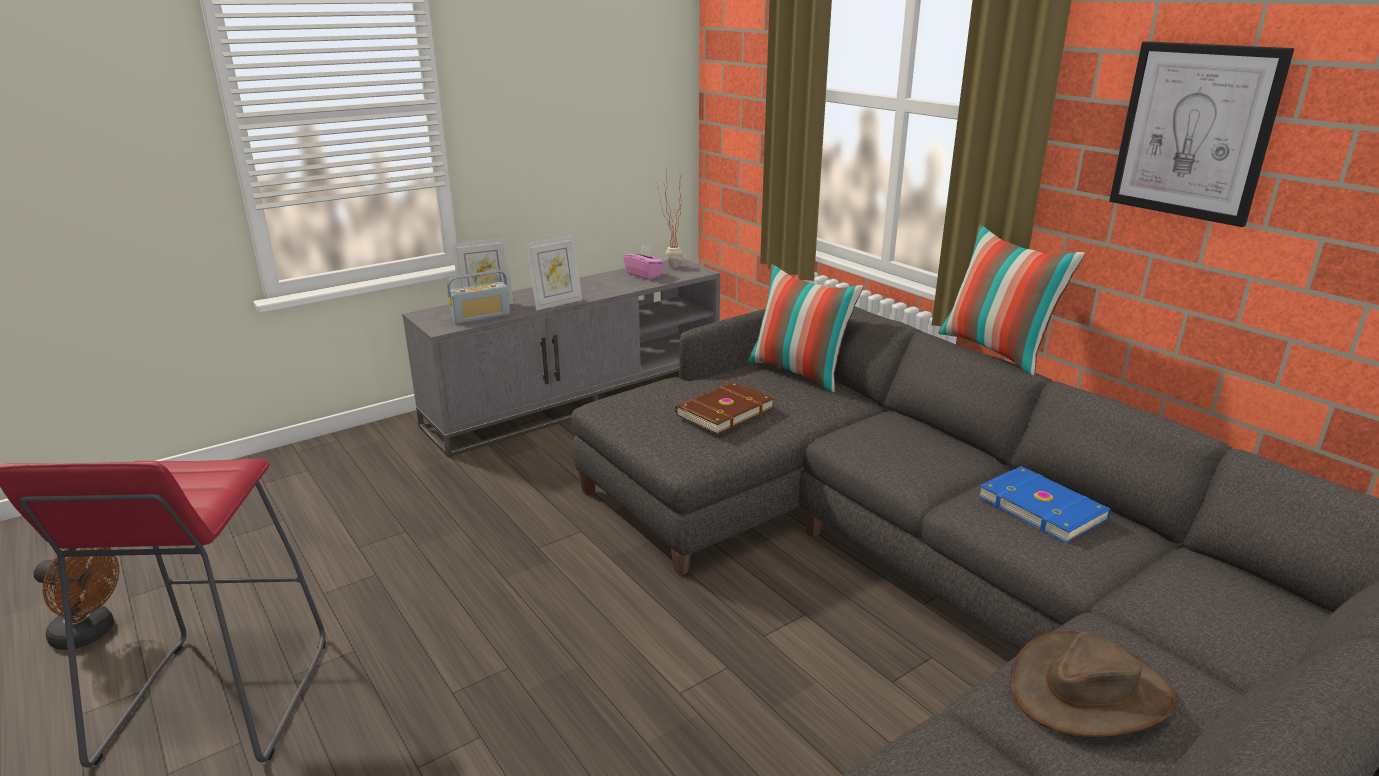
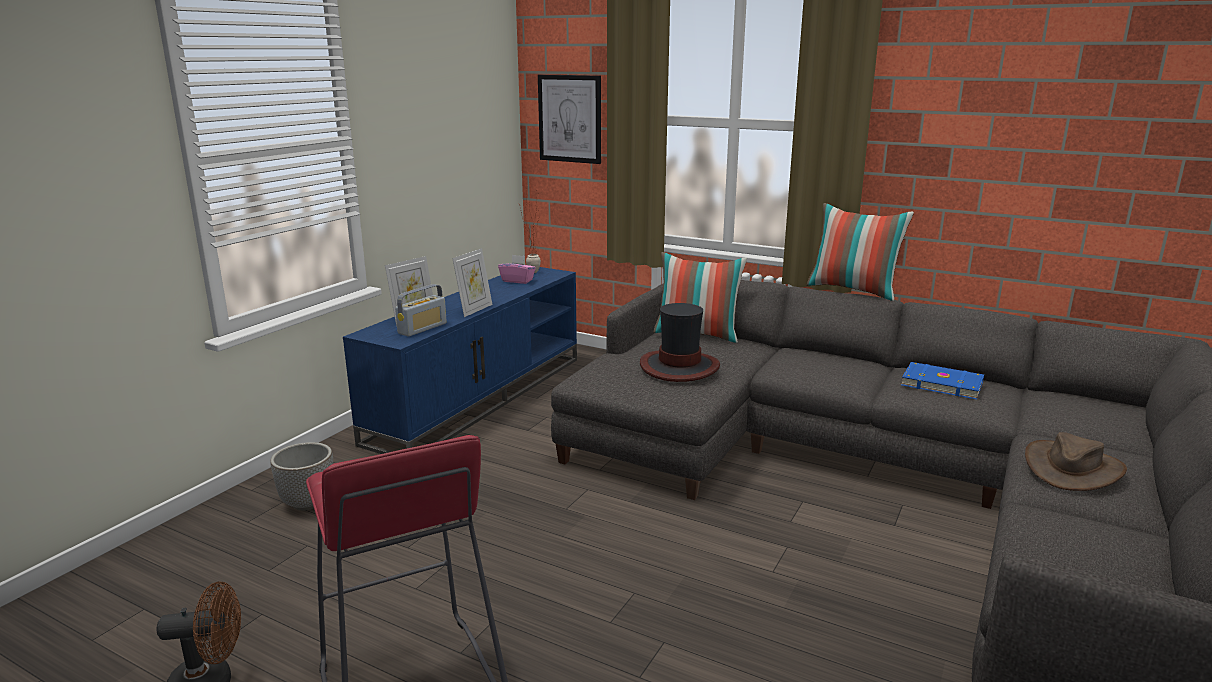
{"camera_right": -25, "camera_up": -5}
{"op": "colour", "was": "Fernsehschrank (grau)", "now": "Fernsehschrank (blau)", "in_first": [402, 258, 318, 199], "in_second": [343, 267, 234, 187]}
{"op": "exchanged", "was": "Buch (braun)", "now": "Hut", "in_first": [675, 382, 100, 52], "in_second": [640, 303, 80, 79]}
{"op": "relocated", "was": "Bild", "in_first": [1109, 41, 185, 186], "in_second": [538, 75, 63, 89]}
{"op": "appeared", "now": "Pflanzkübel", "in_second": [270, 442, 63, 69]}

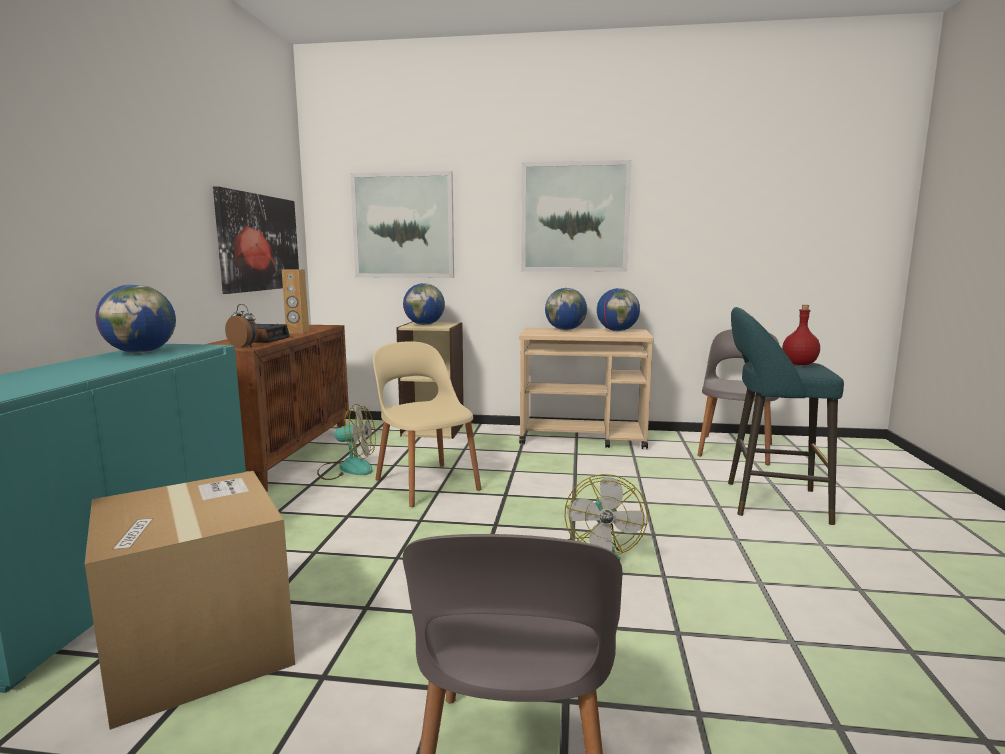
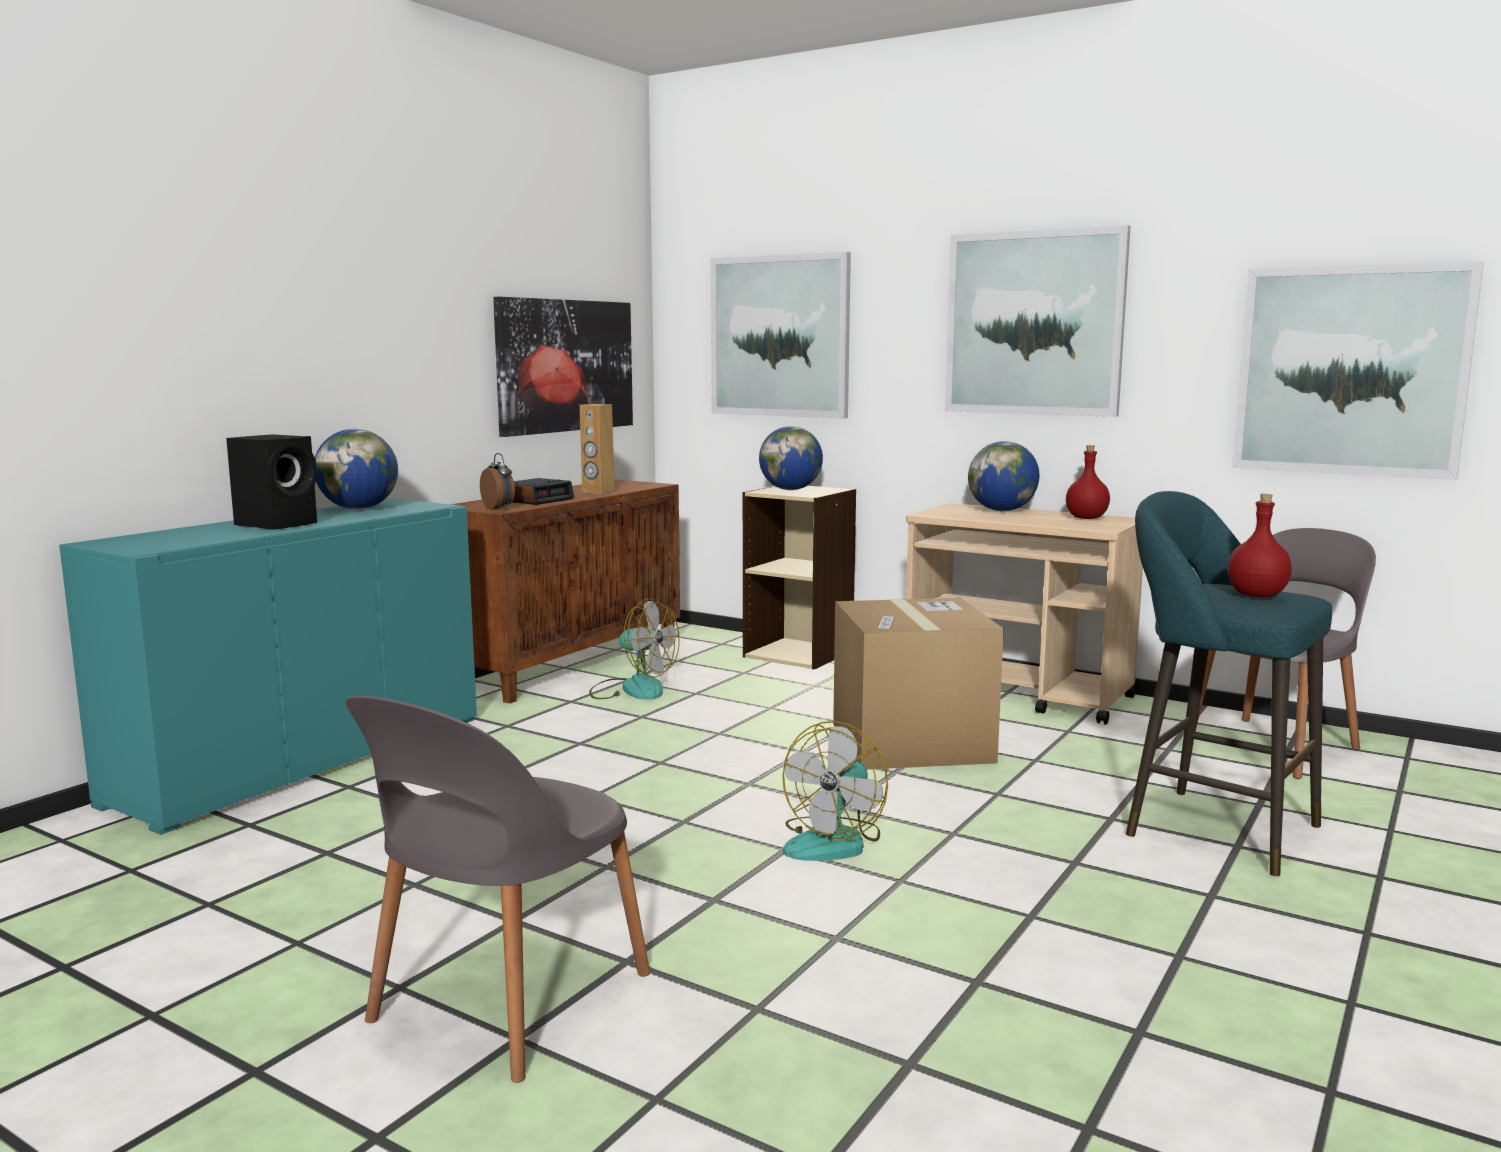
{"camera_right": 25, "camera_up": 0}
{"op": "relocated", "was": "Karton", "in_first": [85, 471, 210, 259], "in_second": [833, 598, 171, 172]}
{"op": "missing", "was": "Stuhl (beige)", "in_first": [373, 341, 108, 166]}
{"op": "exchanged", "was": "Globus", "now": "Flasche (rot)", "in_first": [597, 288, 43, 43], "in_second": [1066, 445, 44, 74]}
{"op": "appeared", "now": "Lautsprecher (schwarz)", "in_second": [226, 434, 91, 96]}
{"op": "appeared", "now": "Bild", "in_second": [1232, 261, 252, 219]}

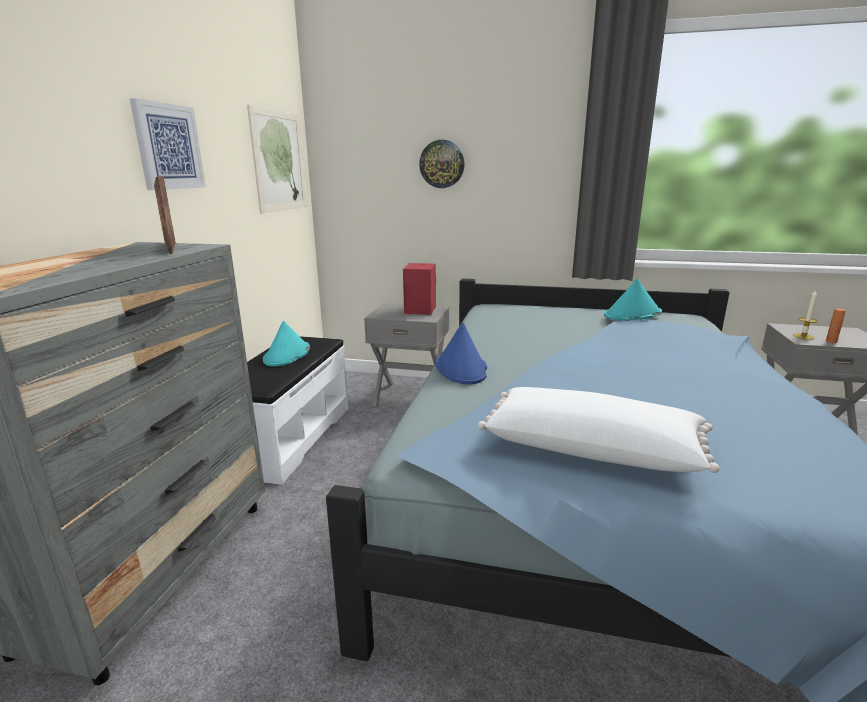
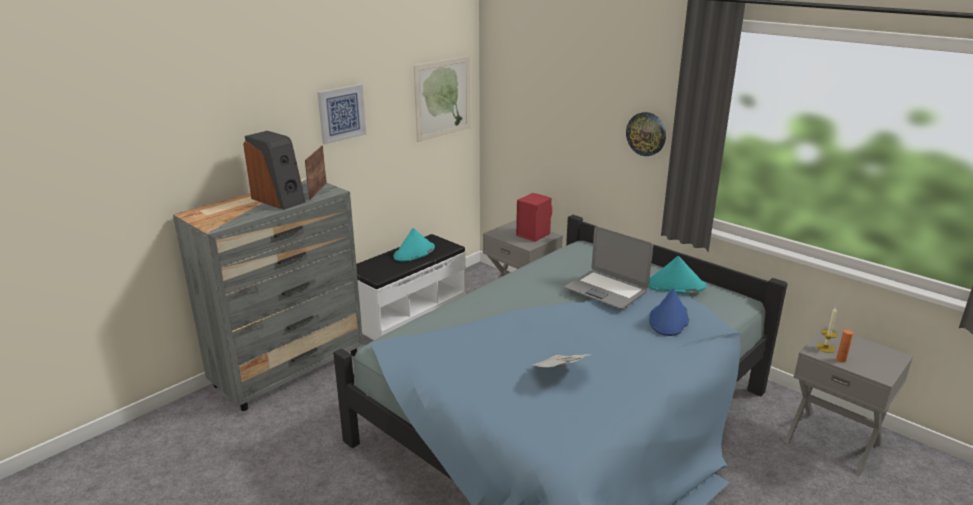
{"camera_right": 30, "camera_up": 5}
{"op": "relocated", "was": "Wanduhr", "in_first": [419, 140, 46, 48], "in_second": [626, 112, 40, 44]}
{"op": "relocated", "was": "Hut (blau)", "in_first": [435, 322, 52, 62], "in_second": [649, 288, 40, 48]}
{"op": "missing", "was": "Kissen (weiß)", "in_first": [478, 387, 241, 86]}
{"op": "appeared", "now": "Lautsprecher", "in_second": [243, 131, 63, 79]}
{"op": "appeared", "now": "Zeitung", "in_second": [531, 354, 60, 13]}
{"op": "appeared", "now": "Laptop", "in_second": [565, 226, 88, 83]}

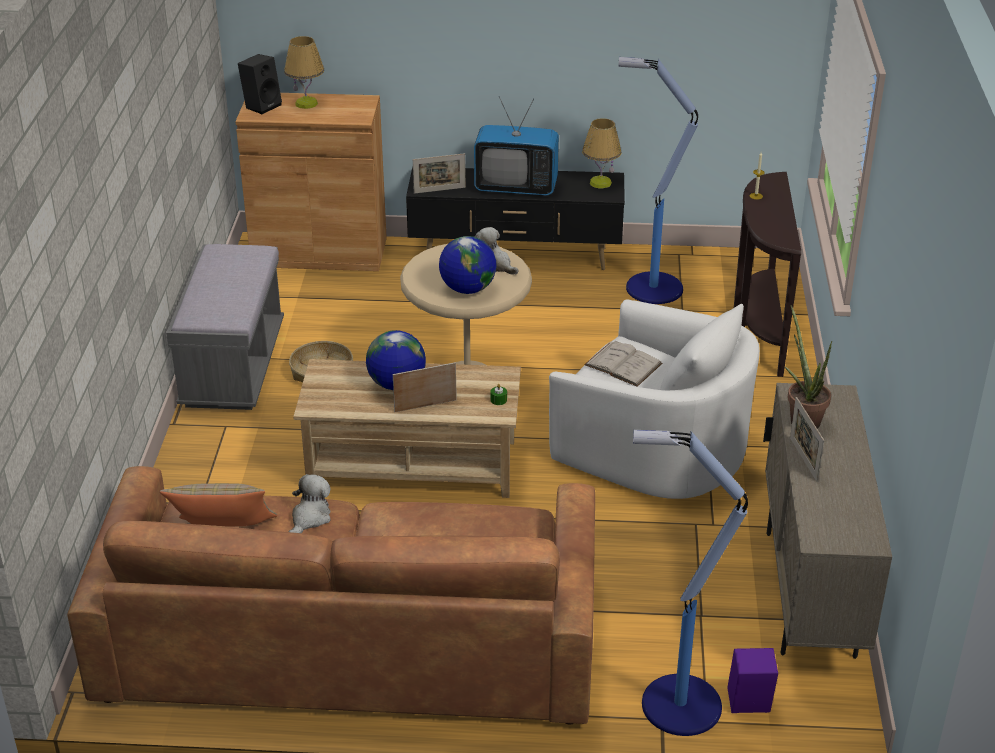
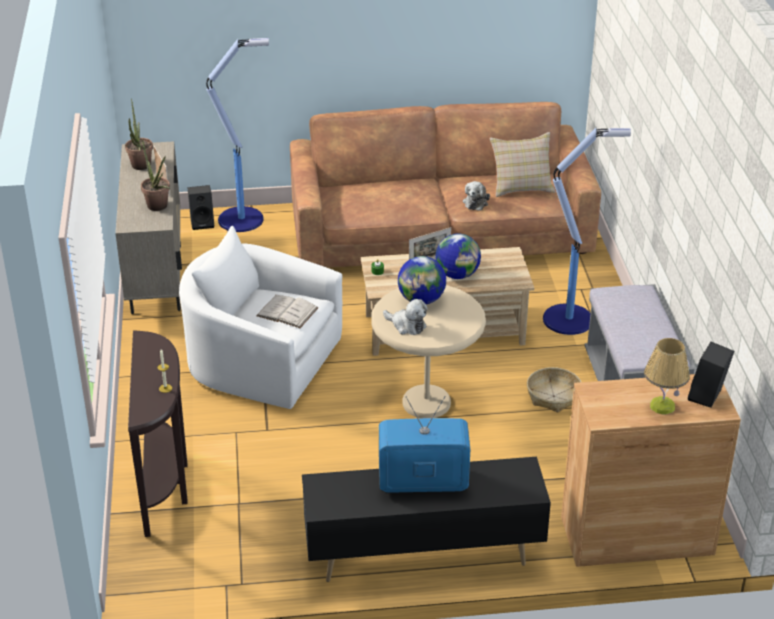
{"camera_right": 170, "camera_up": 0}
{"op": "missing", "was": "Bilderrahmen", "in_first": [413, 153, 53, 41]}
{"op": "missing", "was": "Tischlampe", "in_first": [582, 118, 40, 71]}
{"op": "relocated", "was": "Stehlampe", "in_first": [619, 57, 79, 247], "in_second": [543, 128, 88, 207]}
{"op": "colour", "was": "Lautsprecher (lila)", "now": "Lautsprecher (schwarz)", "in_first": [727, 648, 51, 65], "in_second": [188, 185, 26, 45]}
{"op": "appeared", "now": "Topfpflanze", "in_second": [125, 99, 28, 71]}

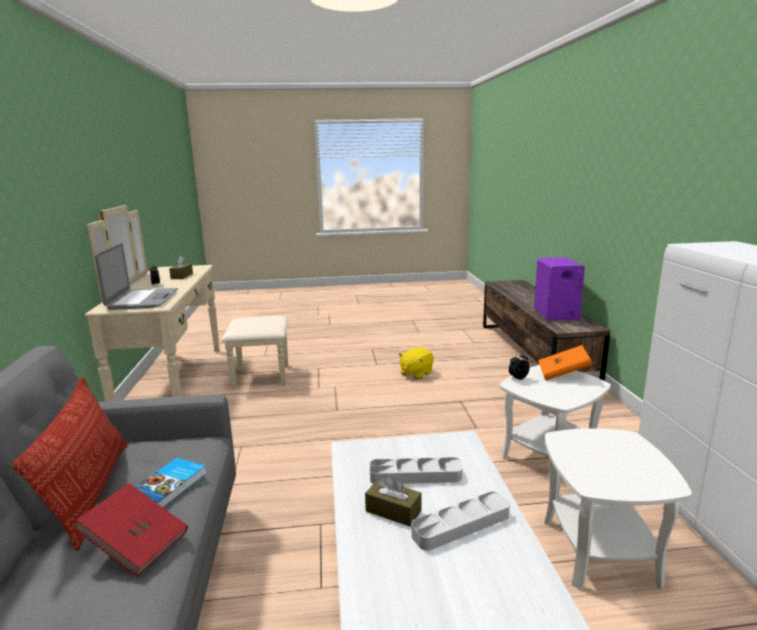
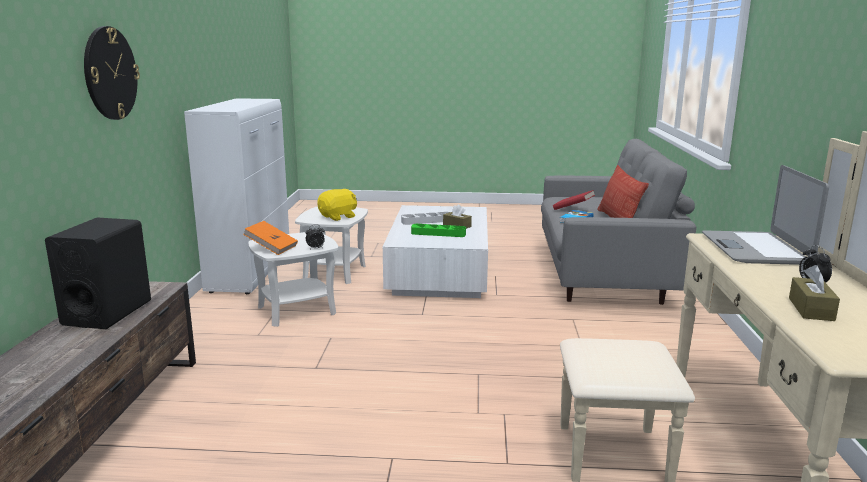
{"camera_right": -170, "camera_up": 0}
{"op": "colour", "was": "Tablett (grau)", "now": "Tablett (grün)", "in_first": [370, 457, 92, 27], "in_second": [411, 224, 55, 13]}
{"op": "relocated", "was": "Plüschtier (gelb)", "in_first": [399, 347, 35, 32], "in_second": [317, 189, 40, 32]}
{"op": "colour", "was": "Lautsprecher (lila)", "now": "Lautsprecher (schwarz)", "in_first": [534, 257, 51, 64], "in_second": [45, 217, 106, 112]}
{"op": "appeared", "now": "Wanduhr", "in_second": [84, 26, 56, 94]}

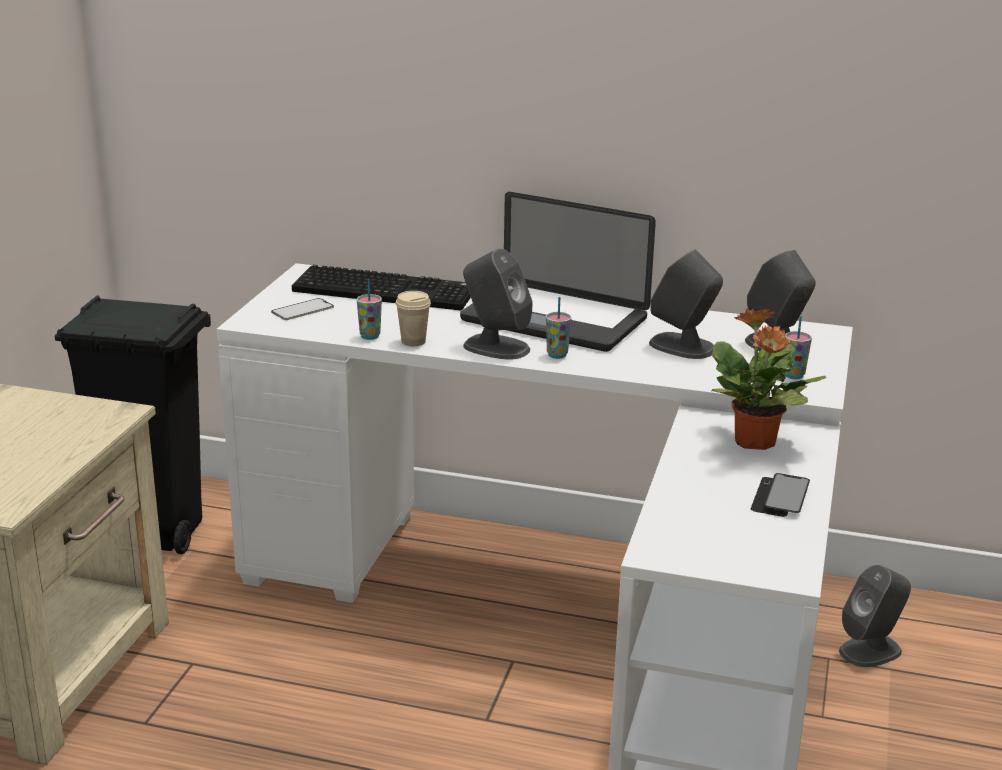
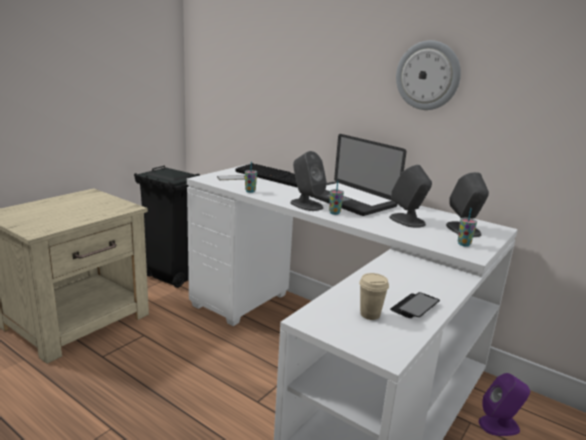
{"camera_right": 20, "camera_up": -5}
{"op": "relocated", "was": "Tasse (beige)", "in_first": [395, 291, 36, 55], "in_second": [359, 273, 30, 47]}
{"op": "missing", "was": "Topfpflanze", "in_first": [711, 308, 116, 142]}
{"op": "colour", "was": "Lautsprecher (grau)", "now": "Lautsprecher (lila)", "in_first": [839, 565, 72, 102], "in_second": [479, 373, 51, 63]}
{"op": "appeared", "now": "Wanduhr", "in_second": [396, 40, 65, 70]}

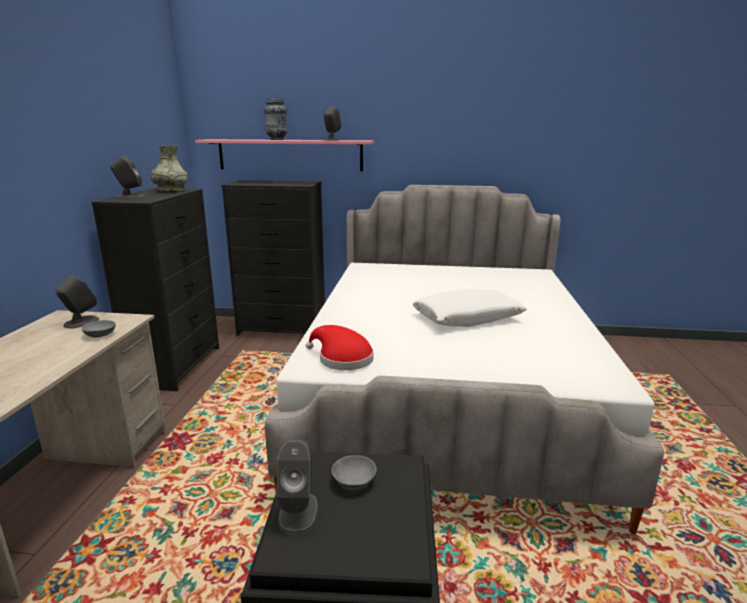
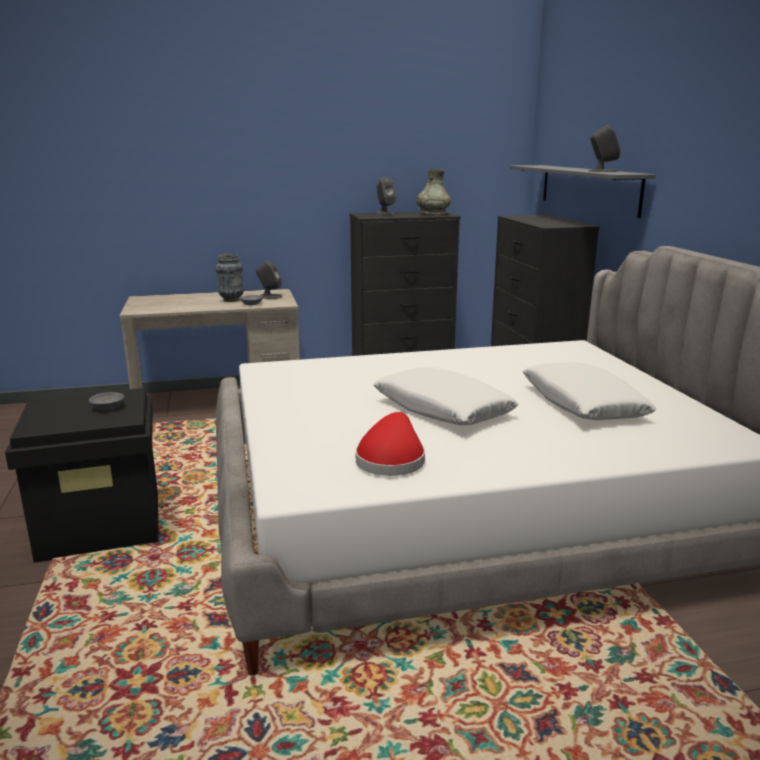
{"camera_right": 70, "camera_up": 0}
{"op": "colour", "was": "Wandregal (rosa)", "now": "Wandregal (grau)", "in_first": [195, 139, 179, 32], "in_second": [510, 165, 146, 53]}
{"op": "relocated", "was": "Vase", "in_first": [264, 99, 23, 41], "in_second": [215, 254, 29, 48]}
{"op": "missing", "was": "Lautsprecher (grau)", "in_first": [276, 440, 43, 95]}
{"op": "relocated", "was": "Hut (rot)", "in_first": [306, 325, 68, 45], "in_second": [356, 412, 69, 64]}
{"op": "appeared", "now": "Kissen (weiß)", "in_second": [523, 362, 133, 58]}

